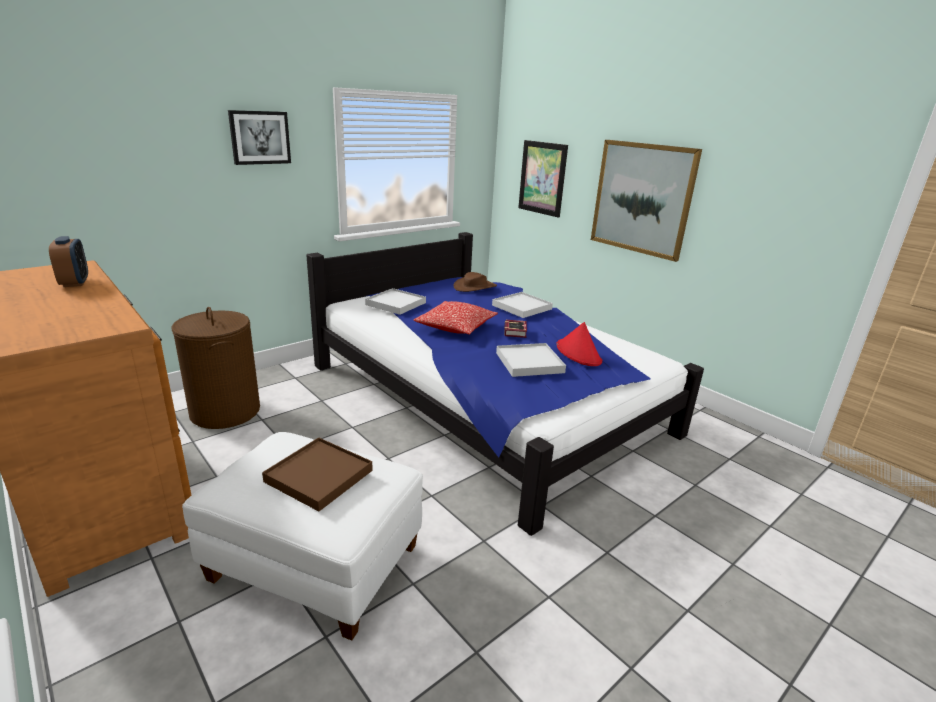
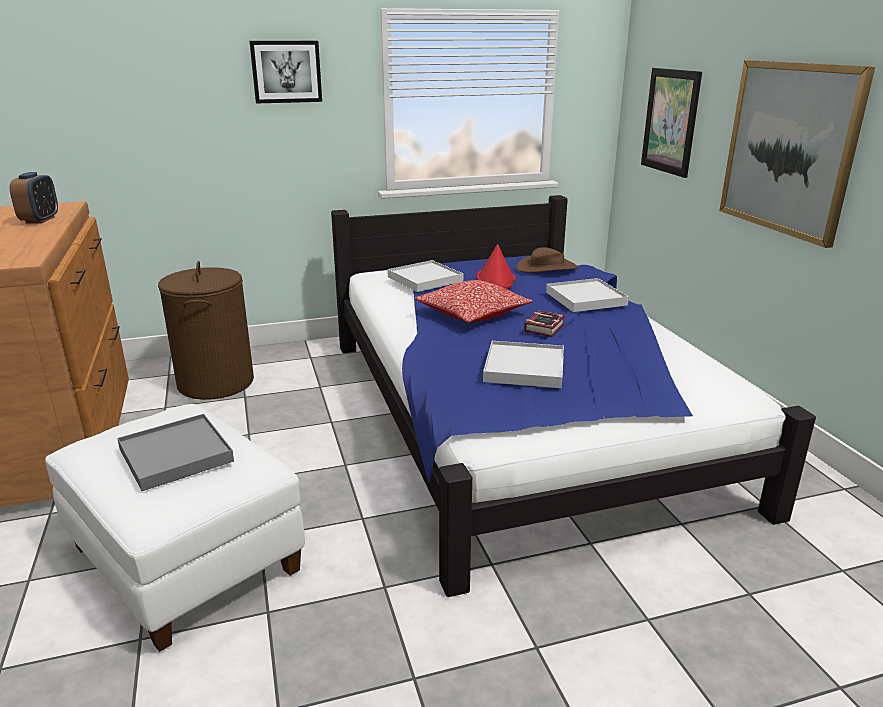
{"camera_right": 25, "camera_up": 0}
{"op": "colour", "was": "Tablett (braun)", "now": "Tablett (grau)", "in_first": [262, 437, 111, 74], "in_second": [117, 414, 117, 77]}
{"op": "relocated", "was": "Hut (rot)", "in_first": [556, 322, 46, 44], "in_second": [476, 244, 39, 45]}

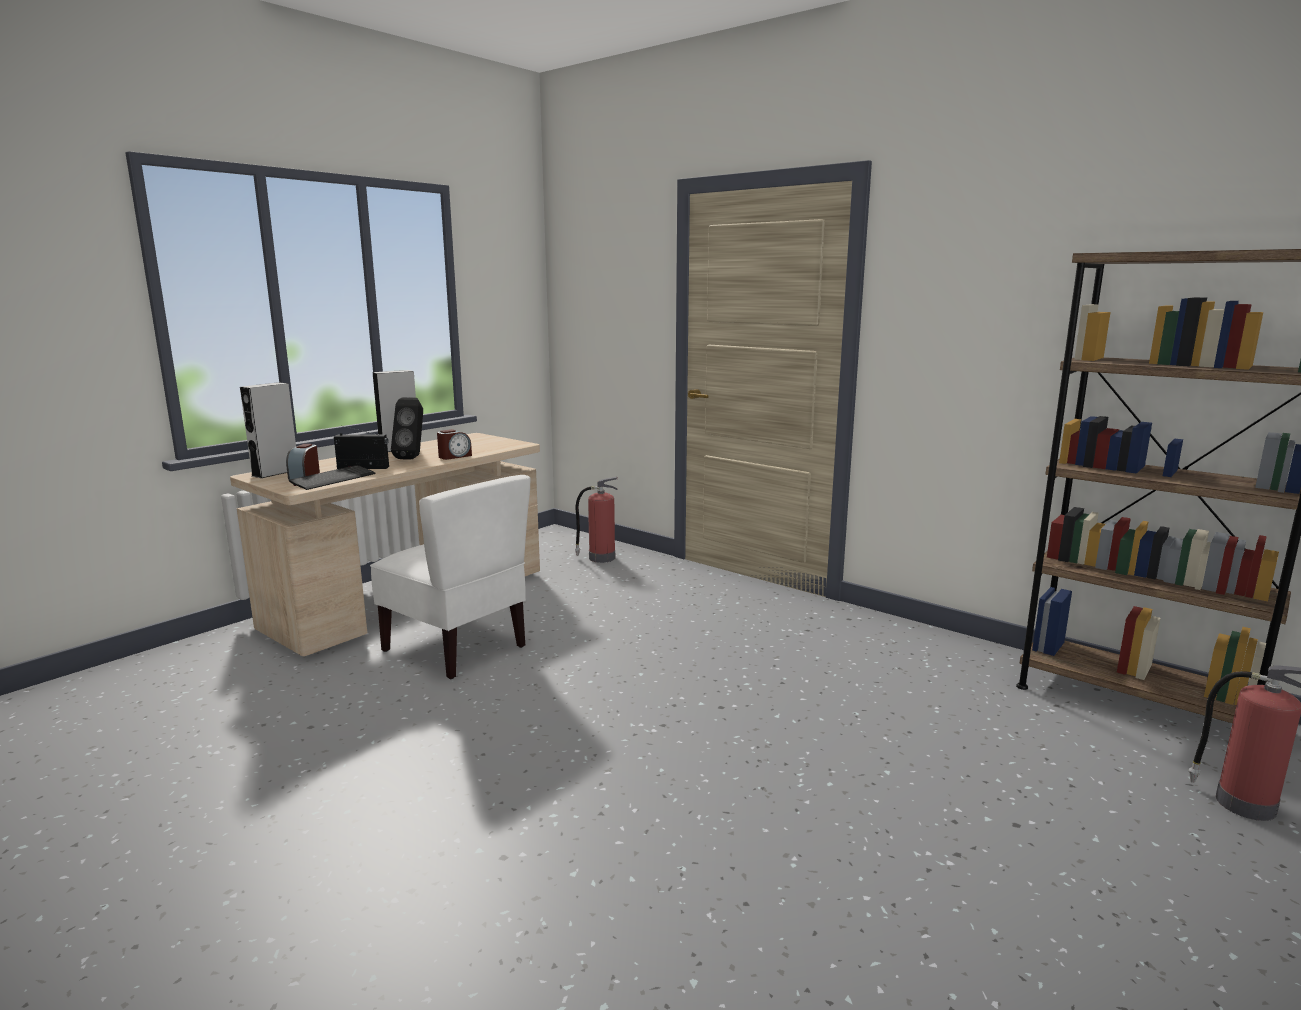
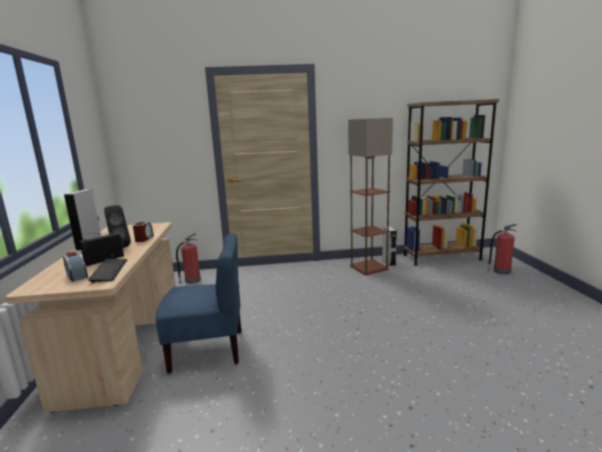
{"camera_right": -45, "camera_up": 0}
{"op": "relocated", "was": "Lautsprecher (grau)", "in_first": [240, 382, 56, 96], "in_second": [382, 226, 15, 40]}
{"op": "colour", "was": "Stuhl (weiß)", "now": "Stuhl (blau)", "in_first": [370, 475, 160, 204], "in_second": [155, 234, 86, 140]}
{"op": "appeared", "now": "Stehlampe", "in_second": [348, 118, 45, 157]}

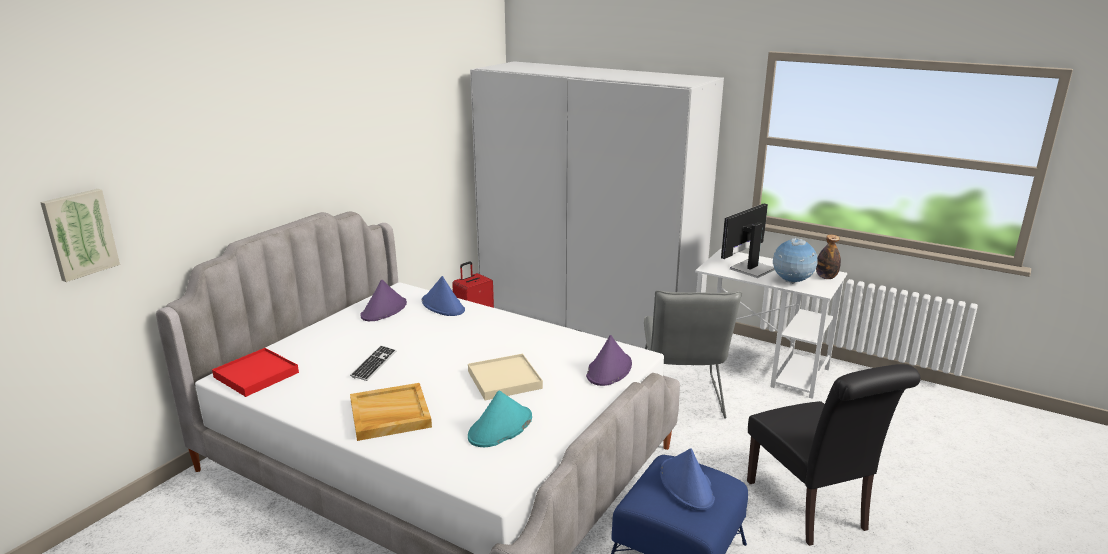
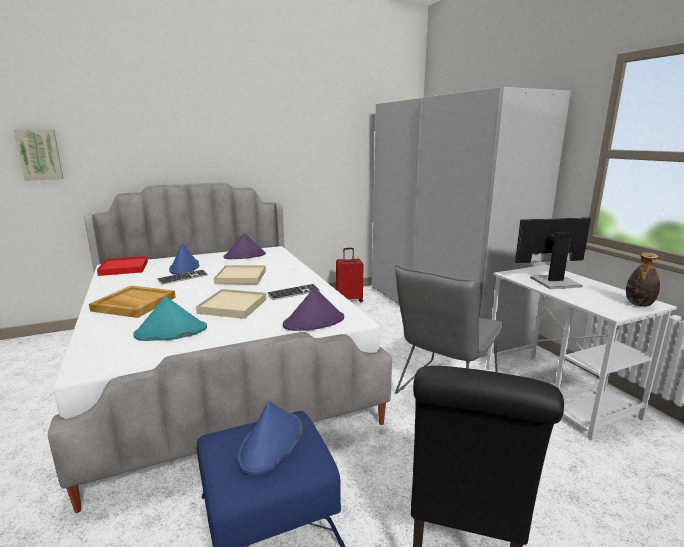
{"camera_right": 35, "camera_up": -5}
{"op": "relocated", "was": "Hut (blau)", "in_first": [422, 276, 43, 40], "in_second": [169, 243, 31, 32]}
{"op": "missing", "was": "Globus", "in_first": [773, 238, 44, 46]}
{"op": "appeared", "now": "Tablett (beige)", "in_second": [214, 265, 52, 19]}
{"op": "appeared", "now": "Tastatur", "in_second": [267, 284, 53, 16]}

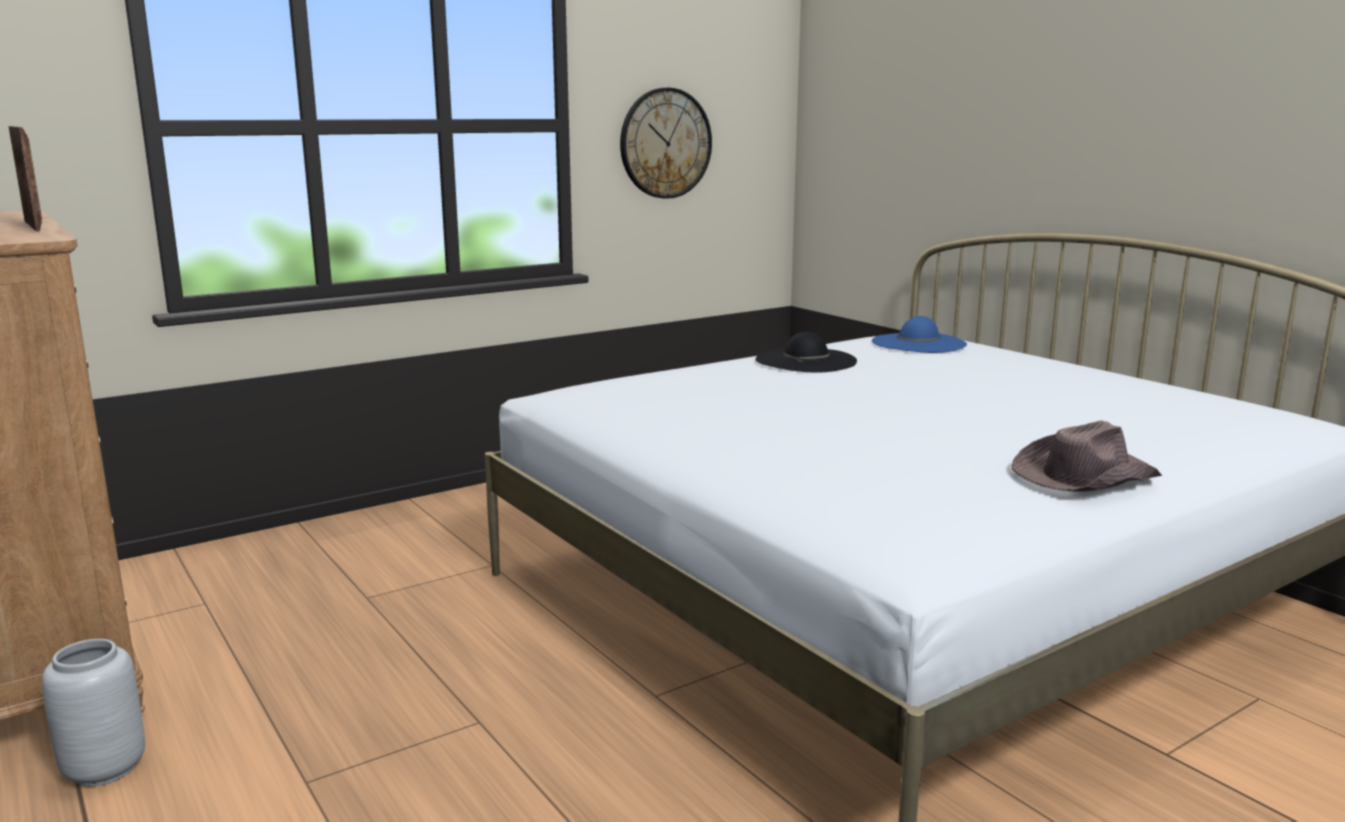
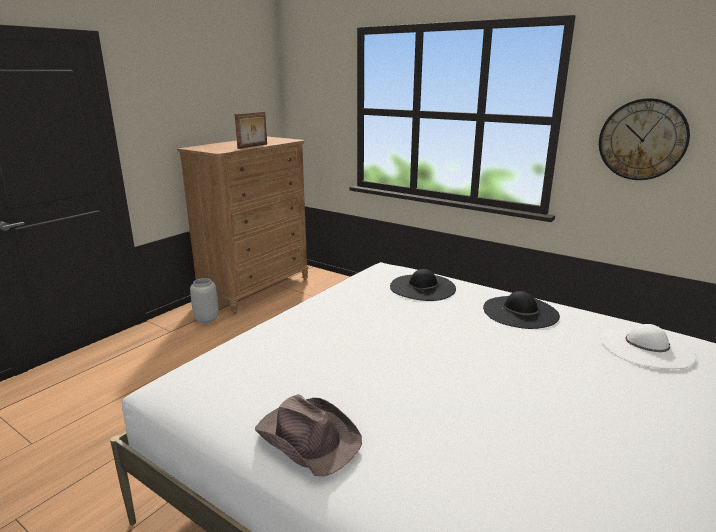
{"camera_right": 70, "camera_up": 5}
{"op": "colour", "was": "Hut (blau)", "now": "Hut (weiß)", "in_first": [872, 316, 95, 37], "in_second": [600, 324, 96, 45]}
{"op": "appeared", "now": "Hut (schwarz)", "in_second": [390, 269, 66, 32]}

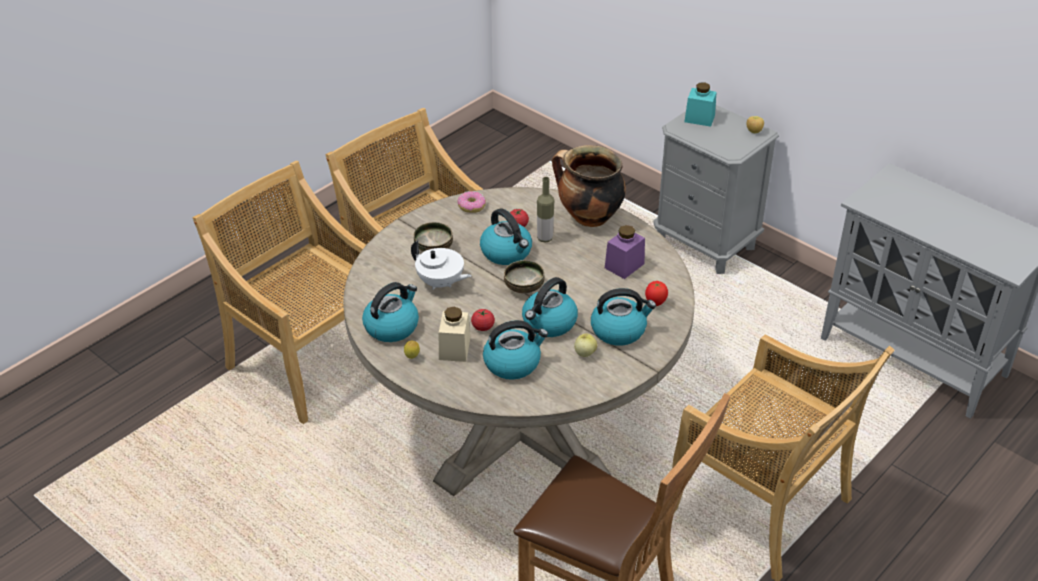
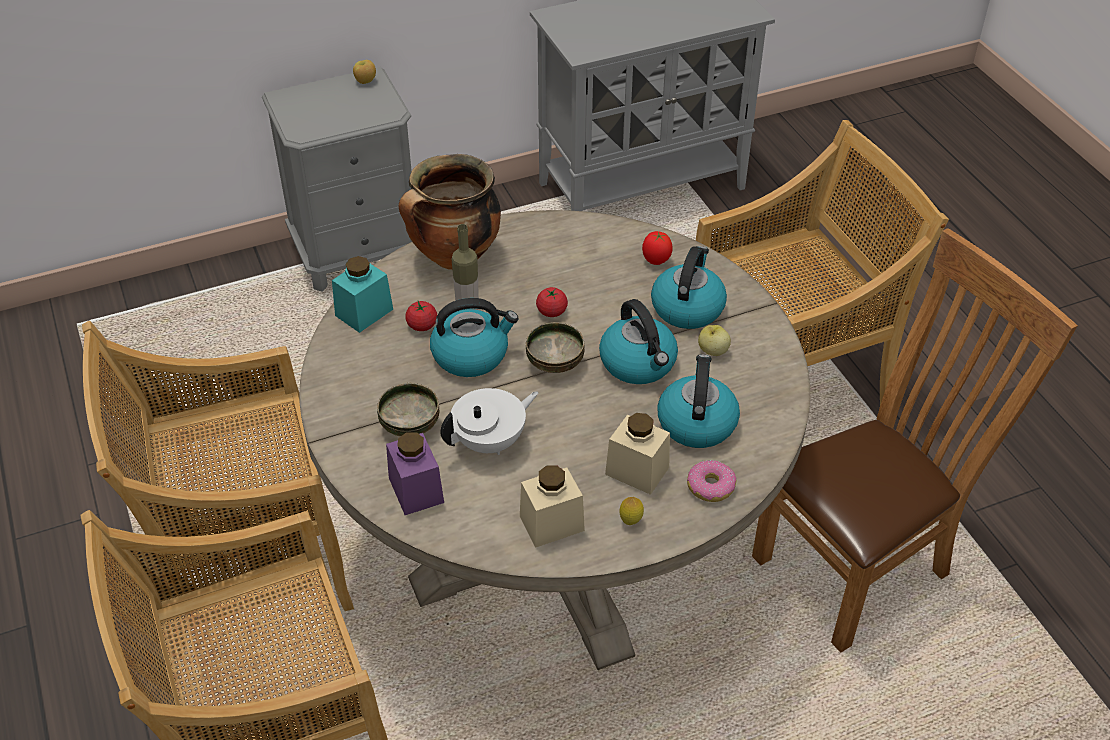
{"camera_right": -65, "camera_up": 5}
{"op": "exchanged", "was": "Wasserkessel", "now": "Vorratsglas (beige)", "in_first": [362, 282, 57, 60], "in_second": [520, 466, 65, 82]}
{"op": "relocated", "was": "Donut", "in_first": [458, 191, 28, 22], "in_second": [687, 460, 49, 42]}
{"op": "relocated", "was": "Tomate", "in_first": [471, 309, 24, 22], "in_second": [536, 287, 32, 30]}
{"op": "relocated", "was": "Vorratsglas (lila)", "in_first": [605, 225, 40, 54], "in_second": [386, 432, 58, 83]}
{"op": "relocated", "was": "Vorratsglas (türkis)", "in_first": [684, 82, 33, 45], "in_second": [332, 256, 61, 77]}

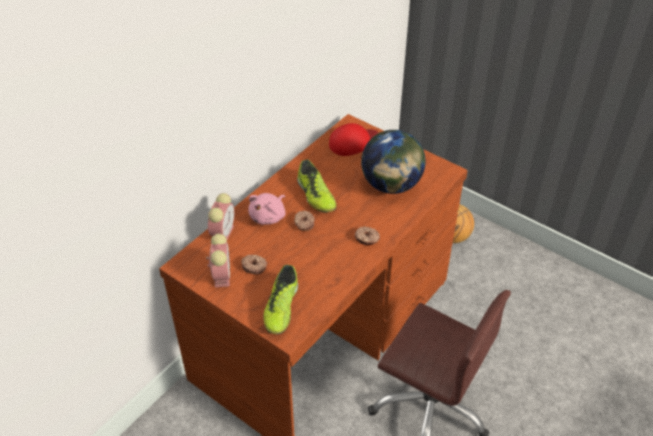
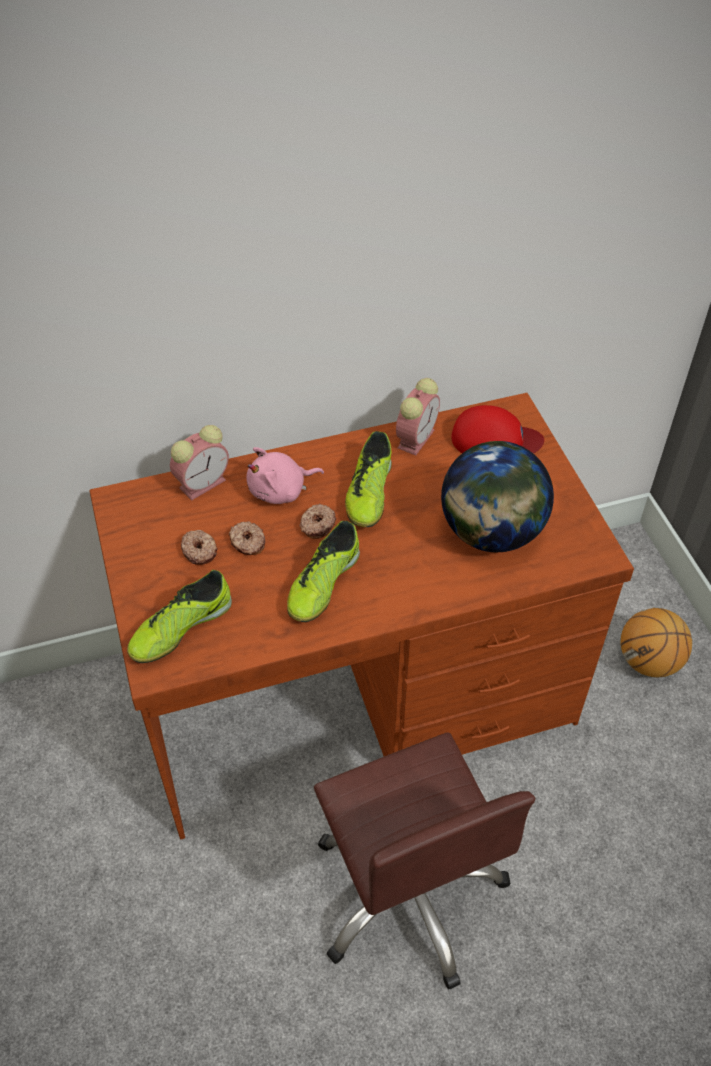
{"camera_right": 35, "camera_up": 5}
{"op": "relocated", "was": "Wecker", "in_first": [206, 234, 24, 53], "in_second": [396, 378, 44, 78]}
{"op": "relocated", "was": "Donut", "in_first": [355, 226, 25, 19], "in_second": [229, 521, 36, 34]}
{"op": "appeared", "now": "Schuh", "in_second": [287, 521, 73, 101]}

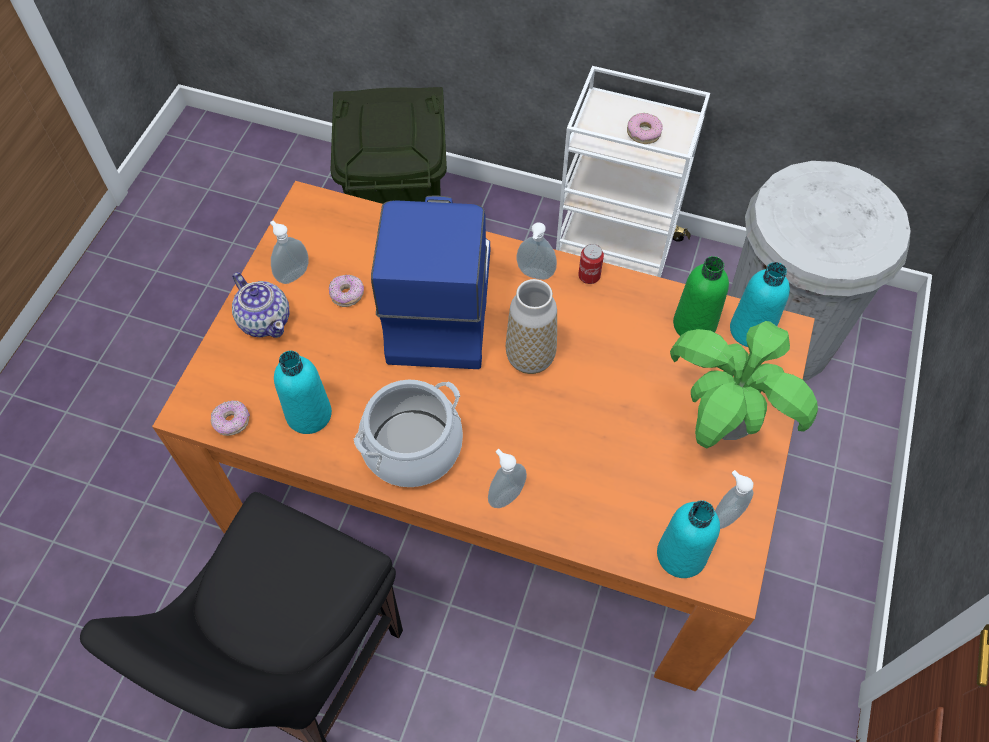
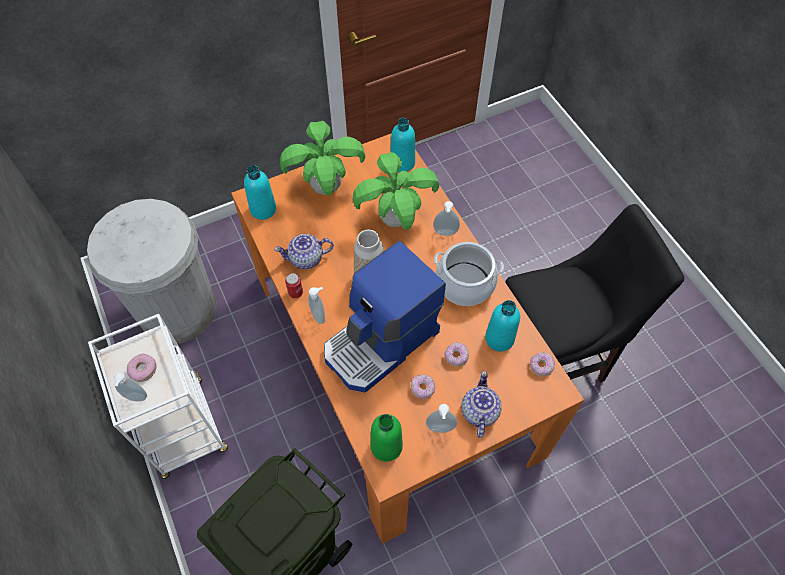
{"camera_right": -135, "camera_up": 0}
{"op": "relocated", "was": "Flasche (grün)", "in_first": [673, 256, 56, 80], "in_second": [371, 414, 32, 47]}
{"op": "relocated", "was": "Seifenspender", "in_first": [715, 470, 38, 59], "in_second": [114, 372, 33, 29]}
{"op": "appeared", "now": "Teekanne", "in_second": [274, 234, 60, 35]}
{"op": "appeared", "now": "Topfpflanze", "in_second": [353, 152, 86, 78]}
{"op": "appeared", "now": "Donut", "in_second": [444, 342, 25, 25]}

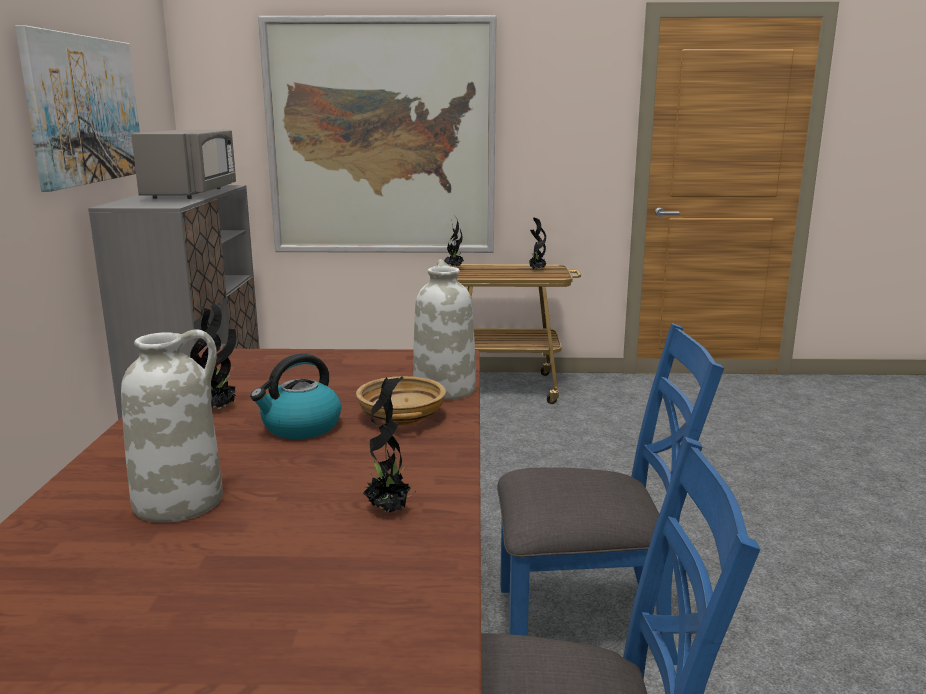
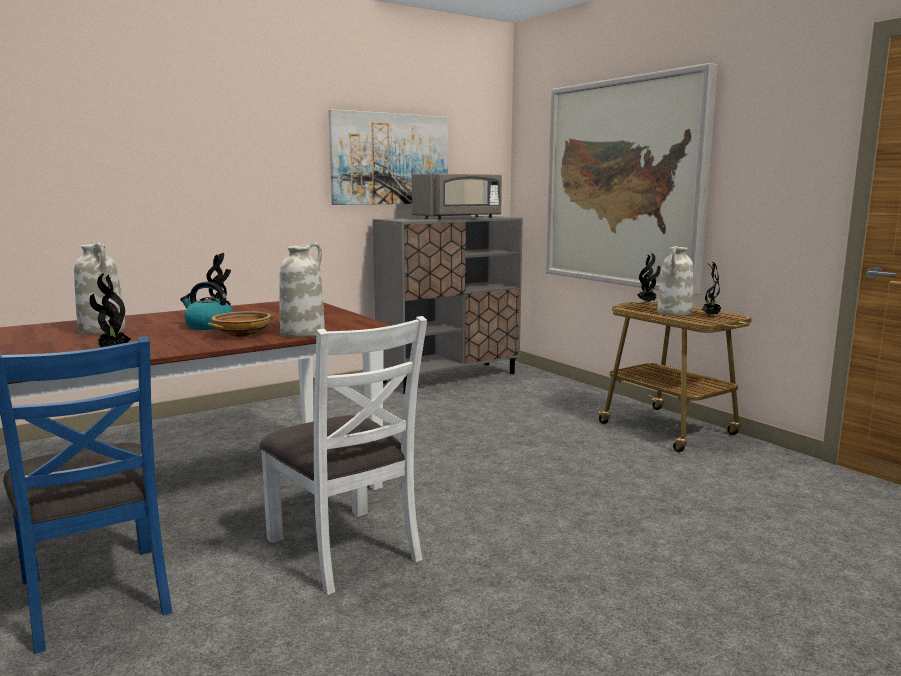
{"camera_right": 55, "camera_up": -5}
{"op": "colour", "was": "Stuhl (blau)", "now": "Stuhl (weiß)", "in_first": [497, 323, 227, 342], "in_second": [259, 316, 168, 279]}
{"op": "appeared", "now": "Vase (weiß)", "in_second": [657, 246, 36, 70]}

